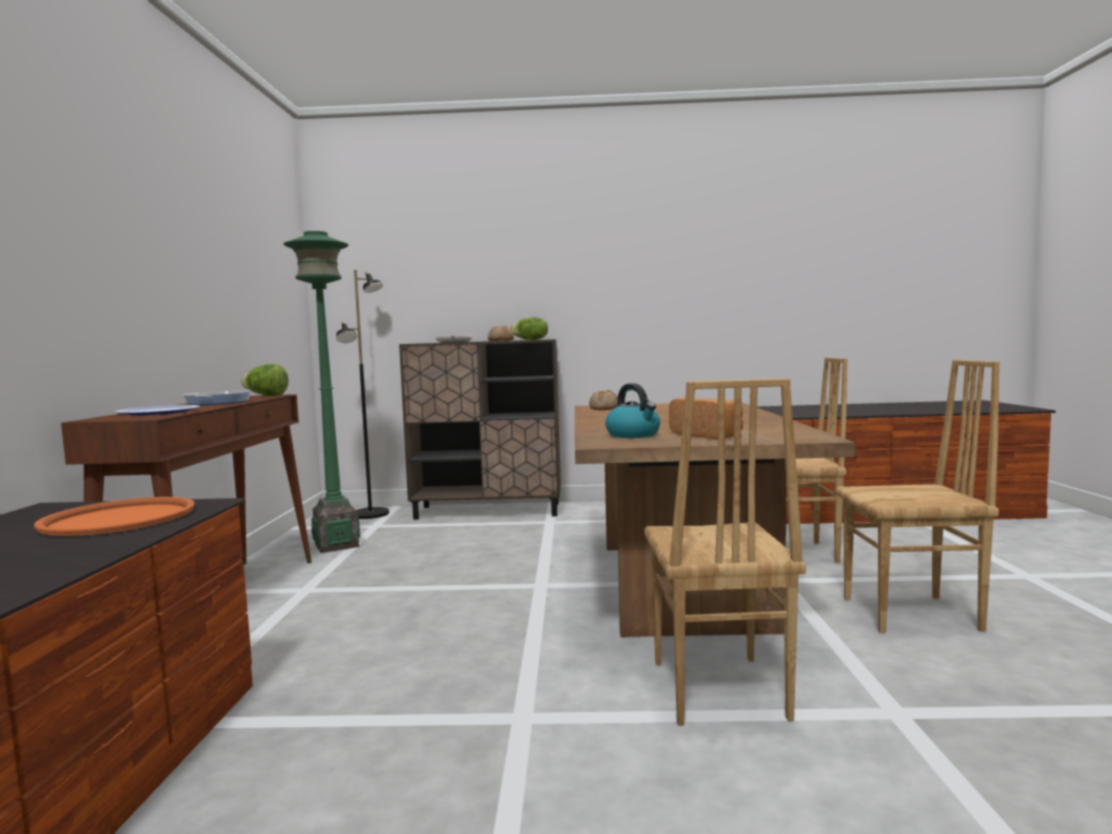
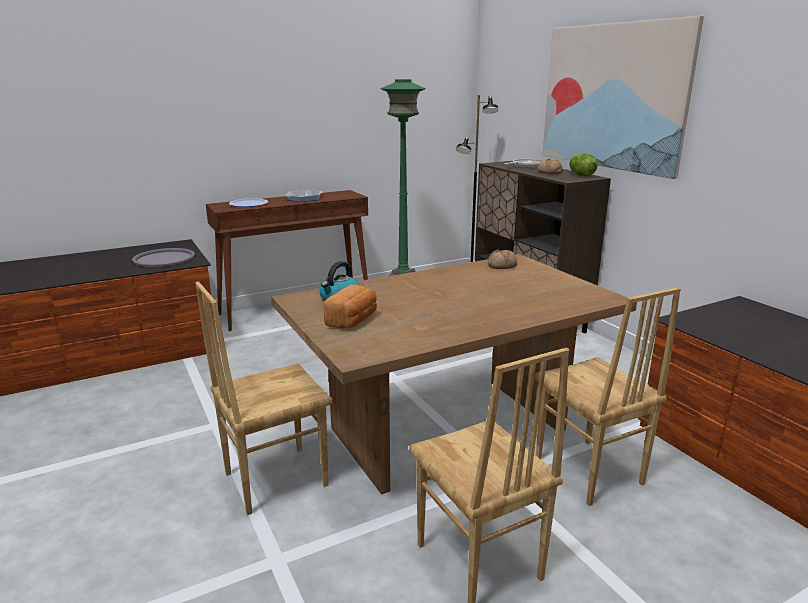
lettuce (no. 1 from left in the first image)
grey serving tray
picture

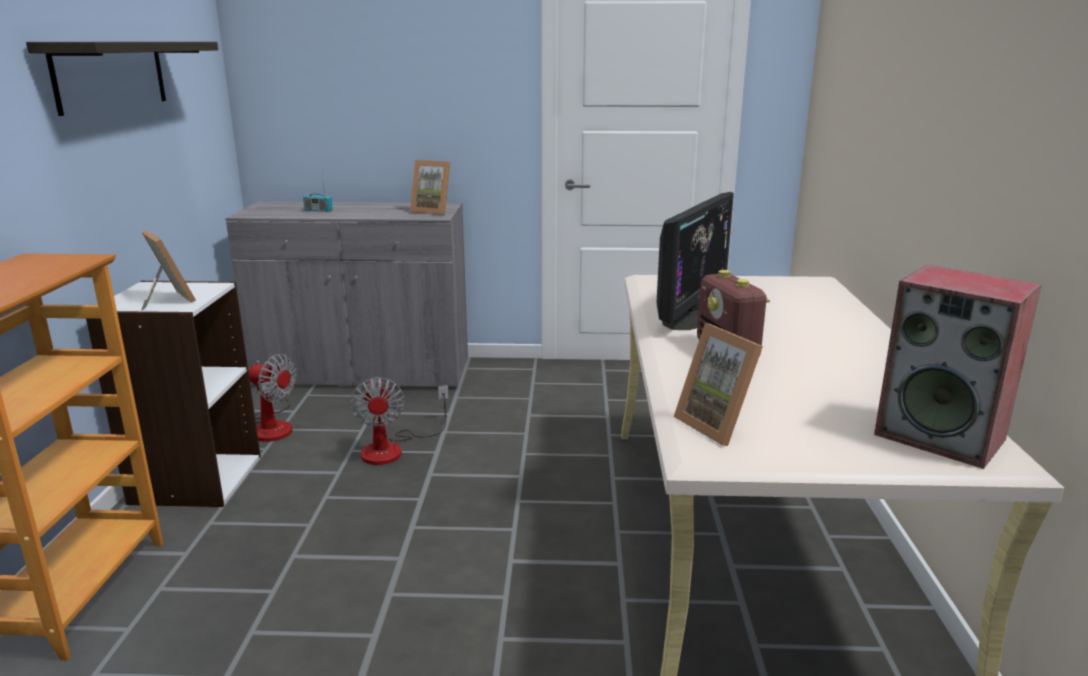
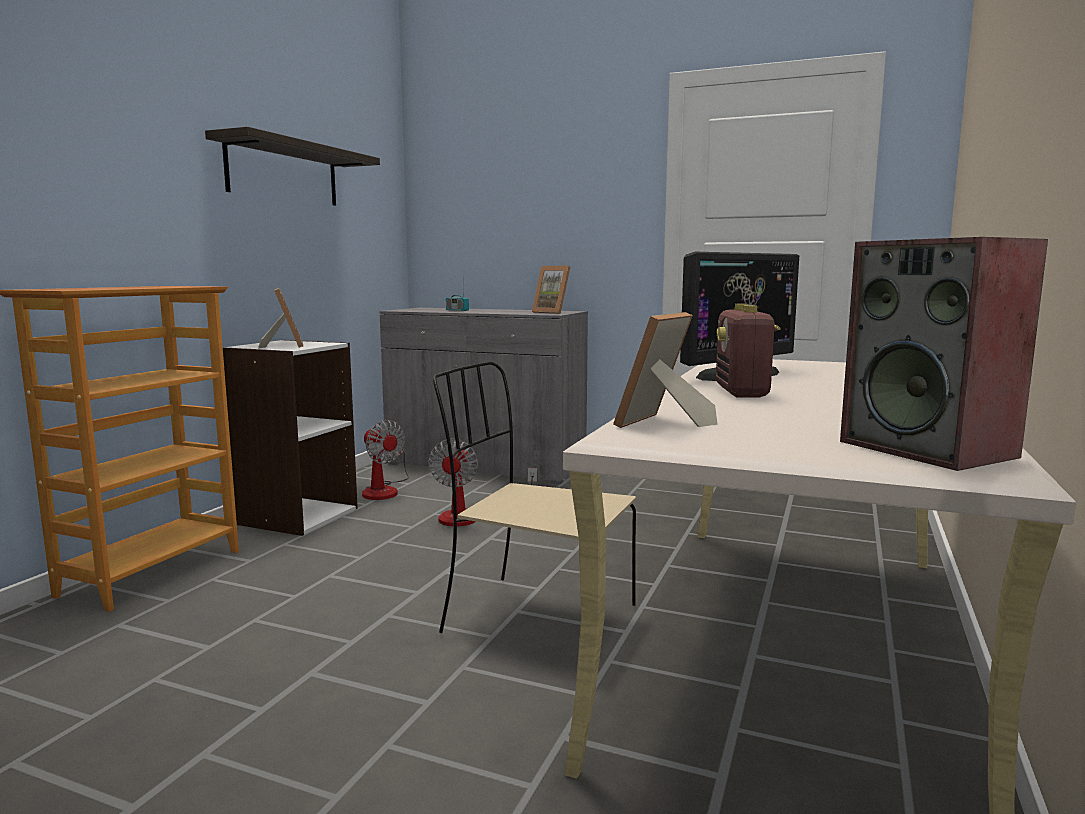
standing frame (no. 3 from left)
sand-coloured chair

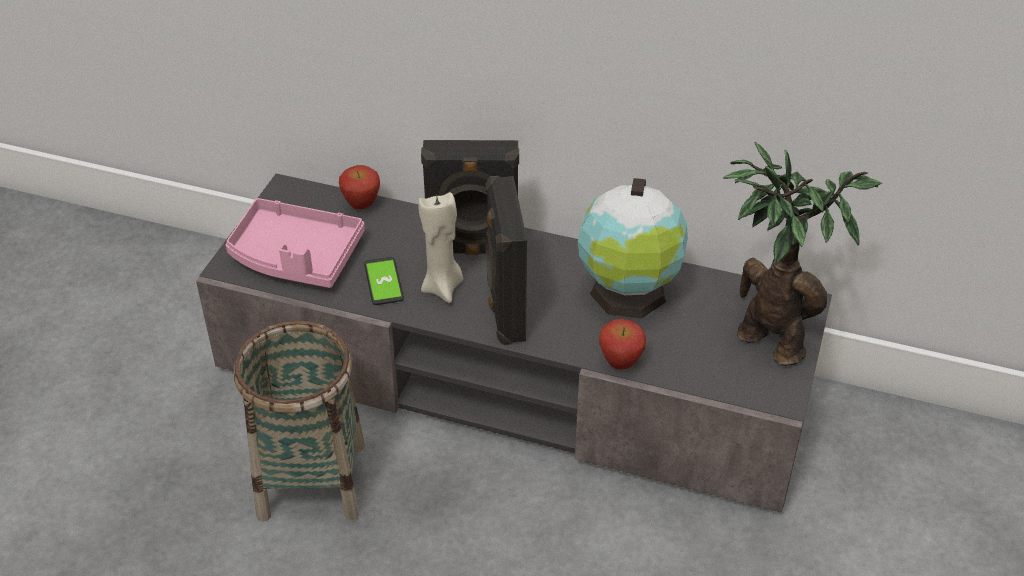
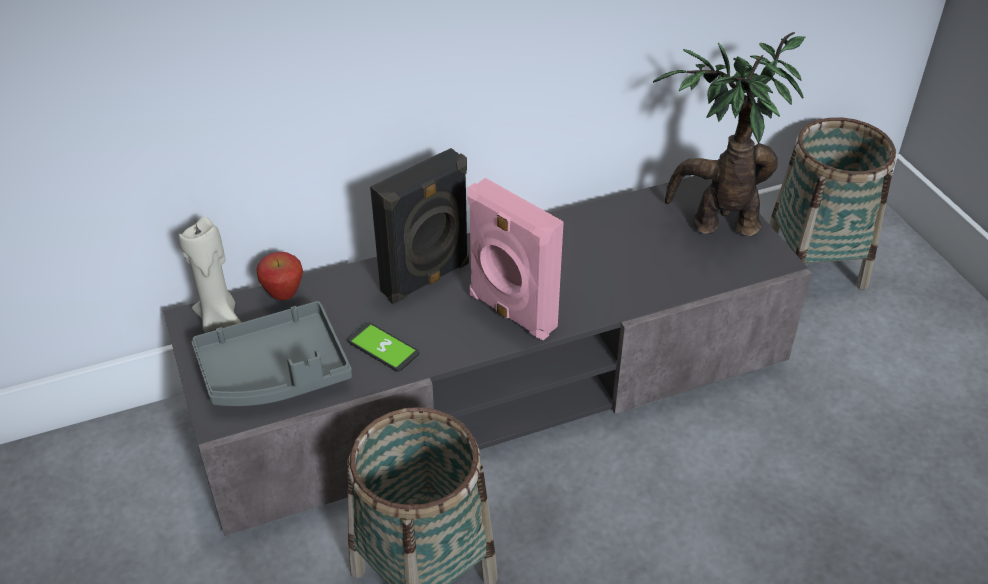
pink-coloured audio speaker
globe
sand-coloured wax candle
grey serving tray
apple (no. 2 from left in the first image)
storage basket (no. 2 from left)

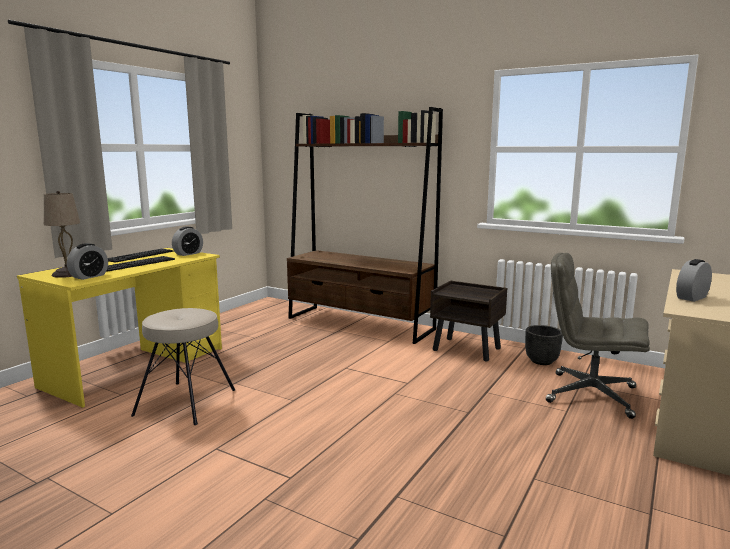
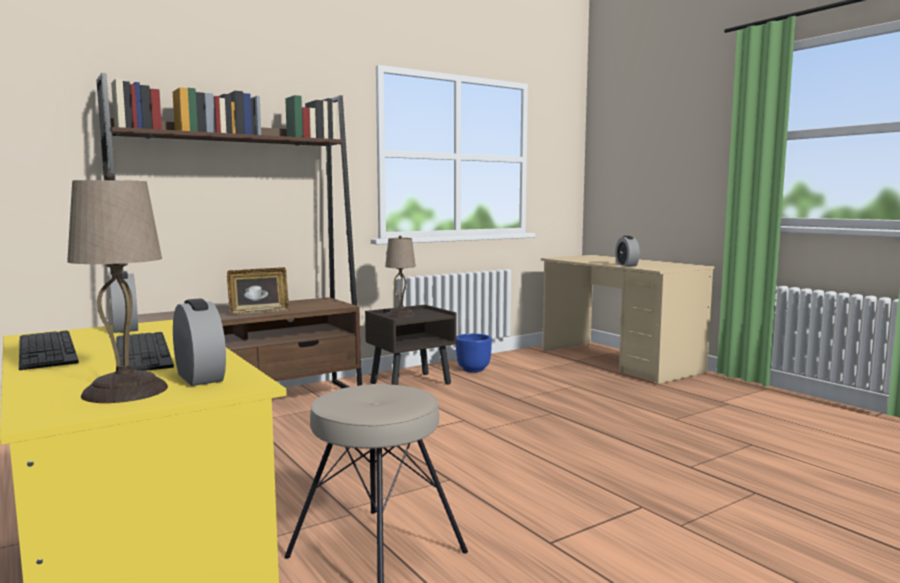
grey desk chair
blue flower pot
sand-coloured tabletop lamp (no. 2 from left)
standing frame

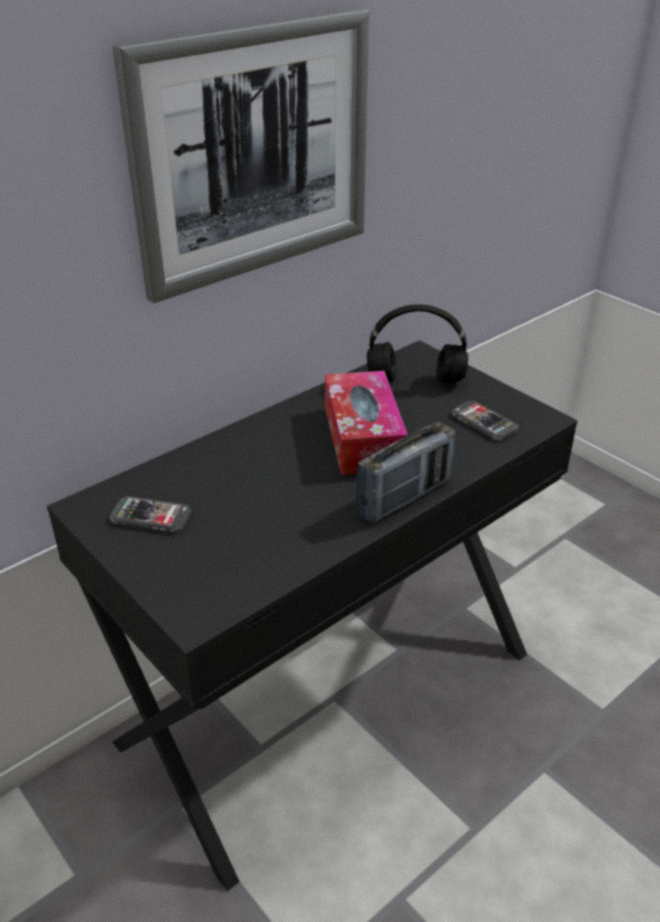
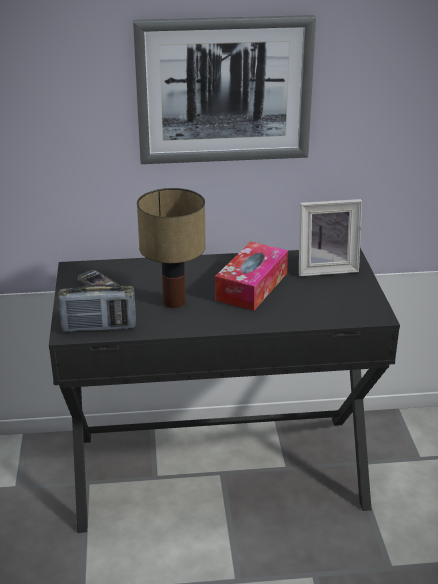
standing frame
telephone (no. 2 from left in the first image)
radio
tabletop lamp

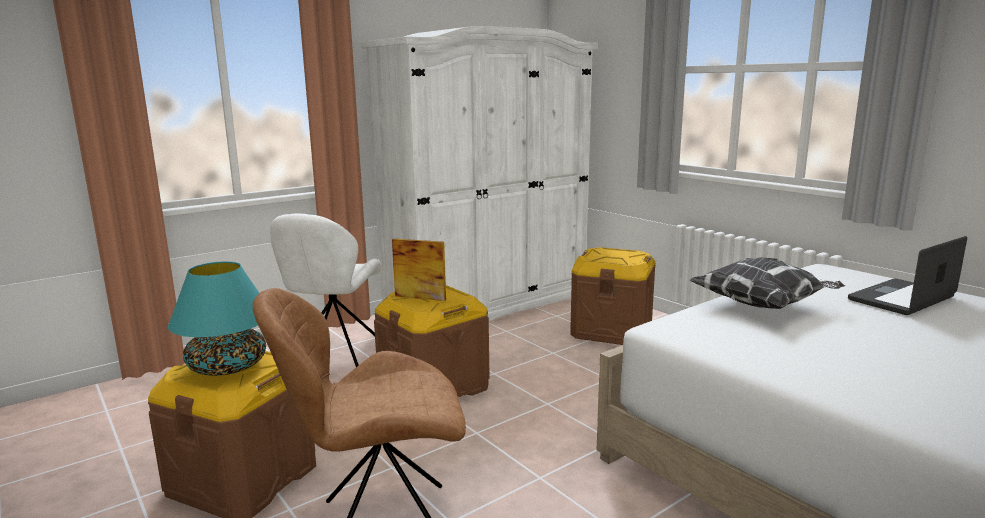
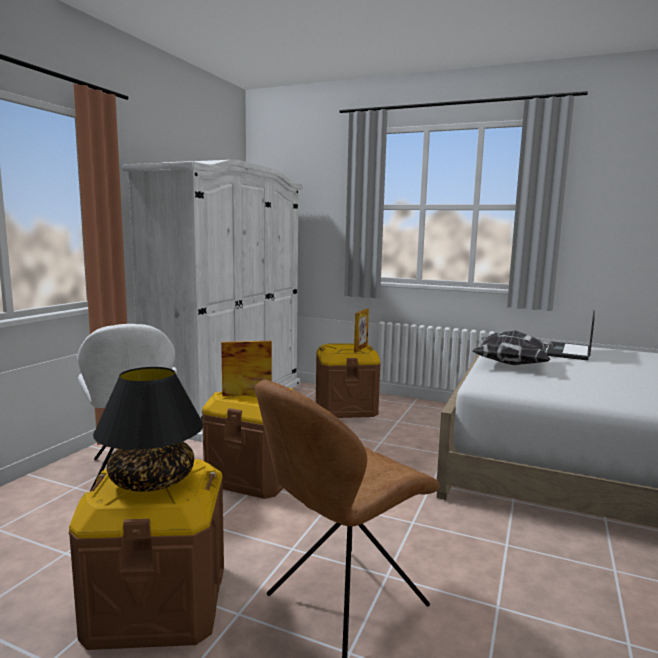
blackish tabletop lamp
standing frame (no. 2 from left)

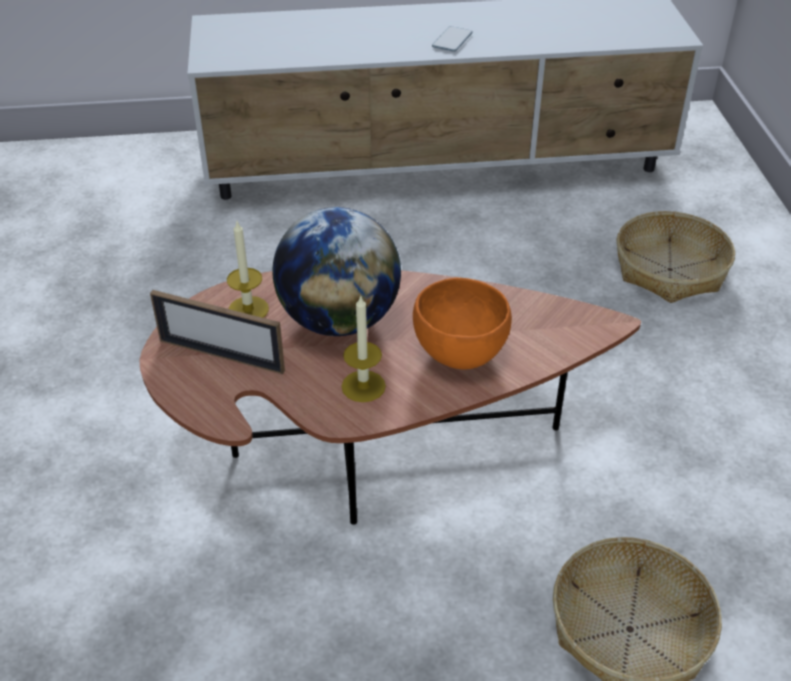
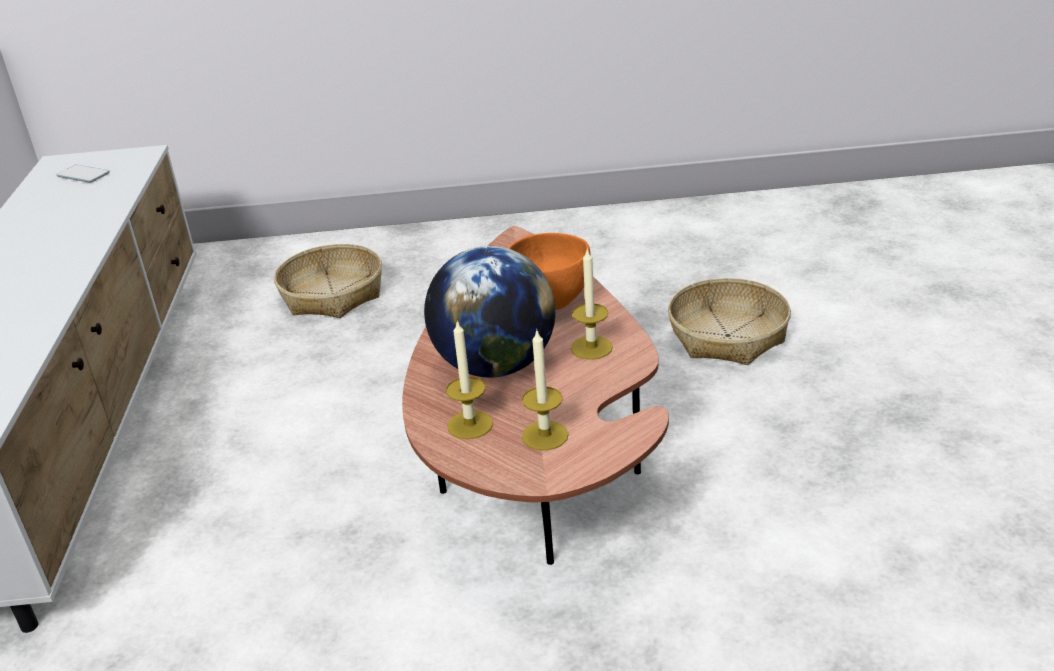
telephone
wax candle (no. 2 from left)

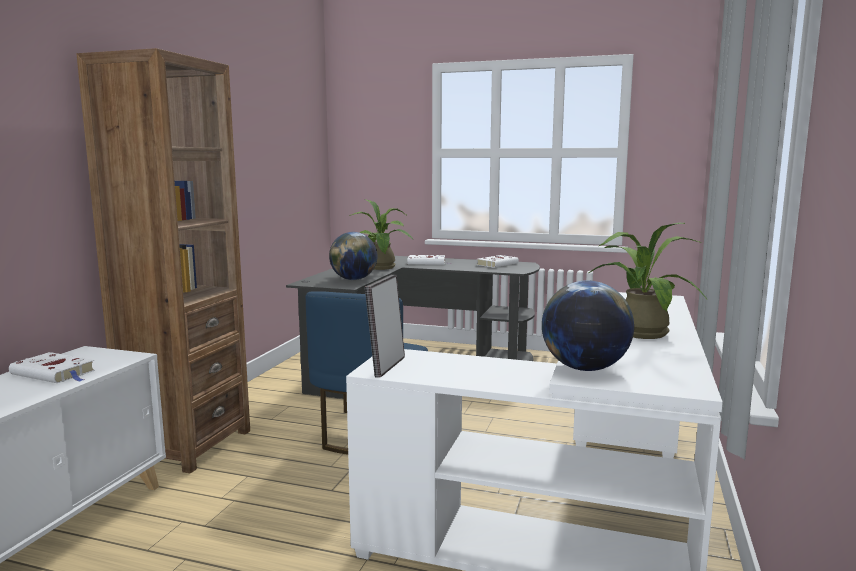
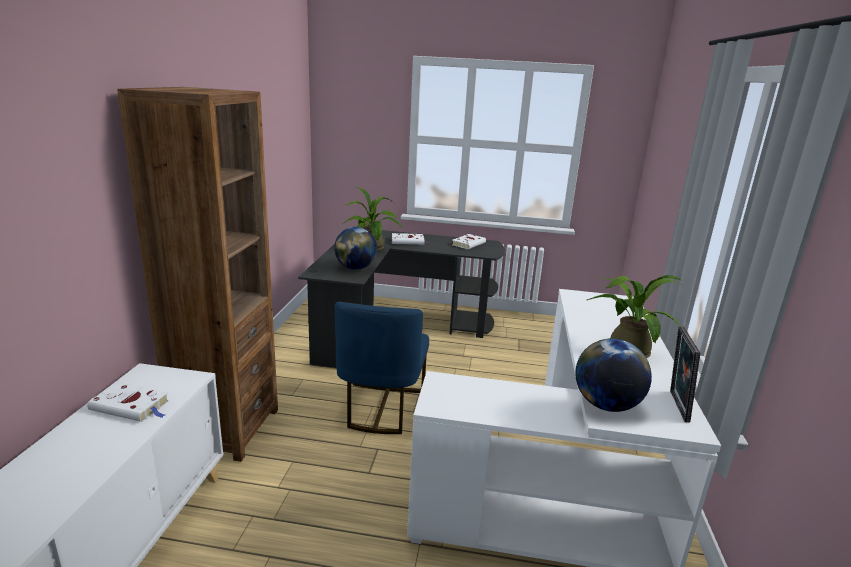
standing frame

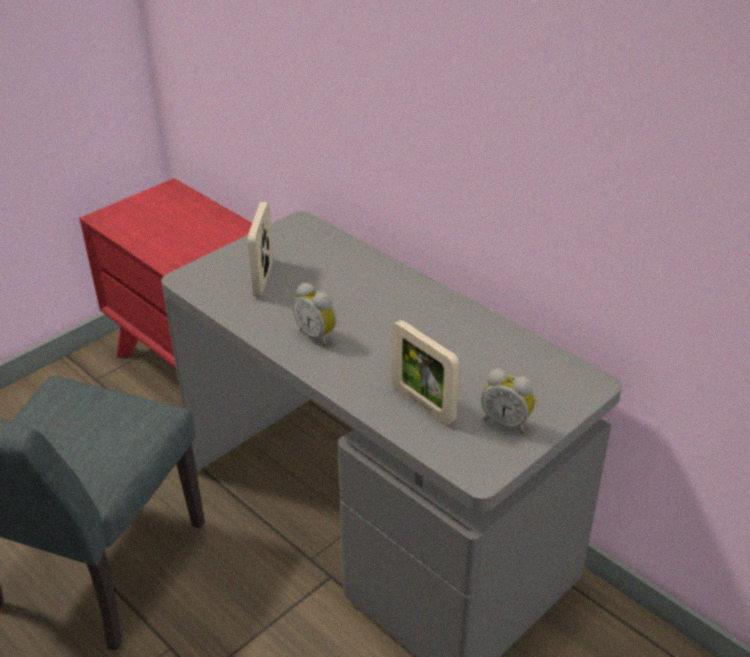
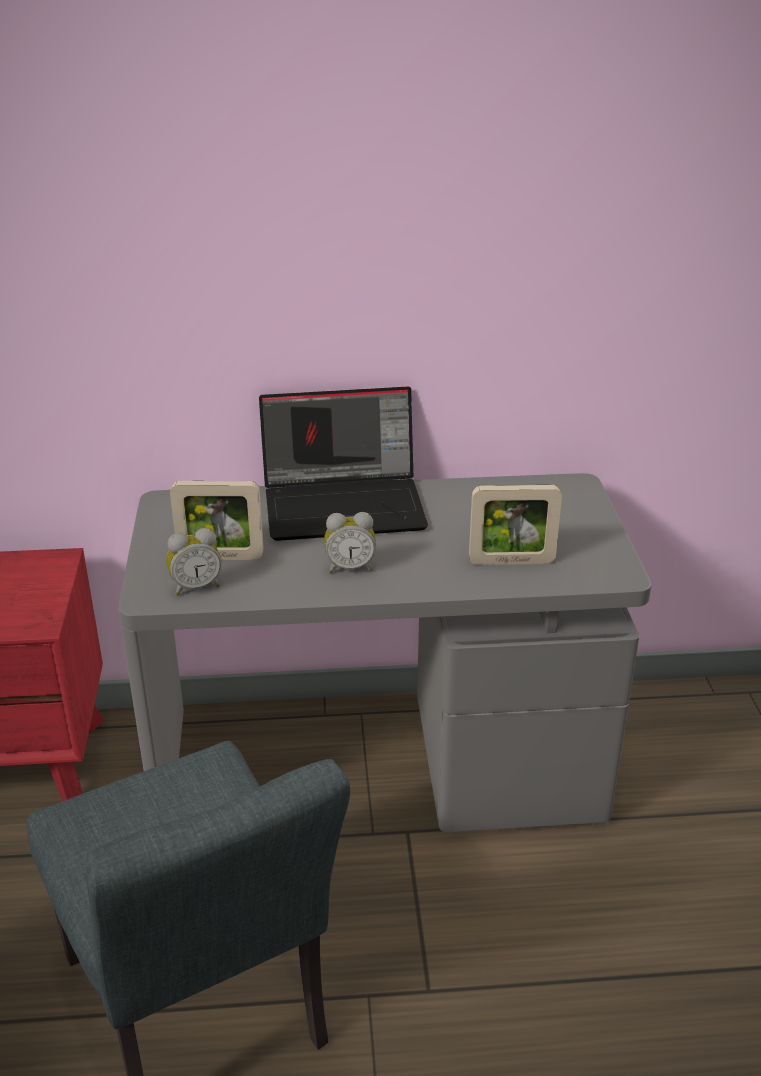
standing frame (no. 1 from left)
bedside clock (no. 1 from left)
notebook computer

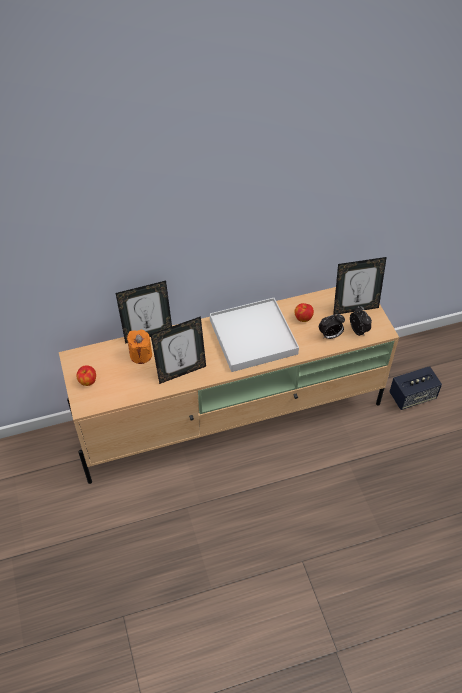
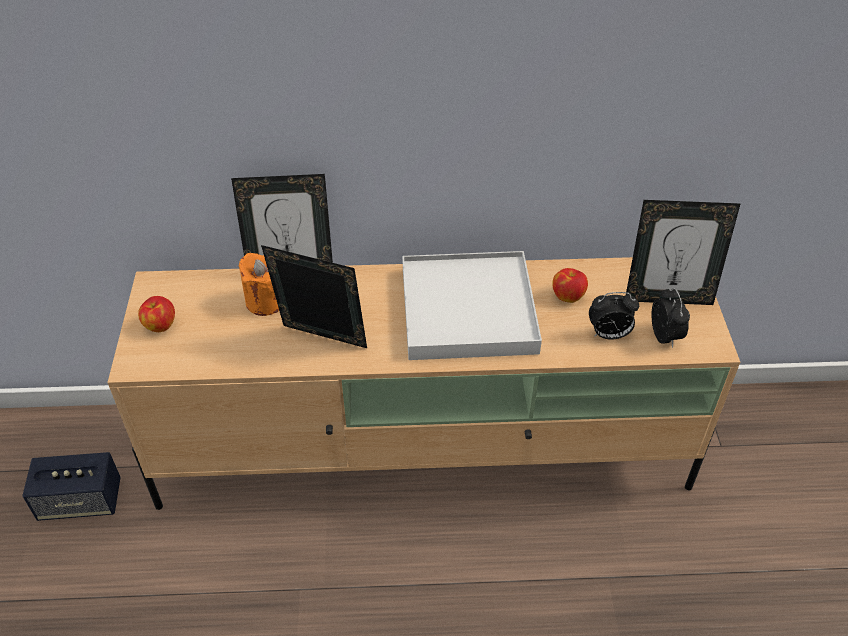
standing frame (no. 2 from left)
audio speaker

